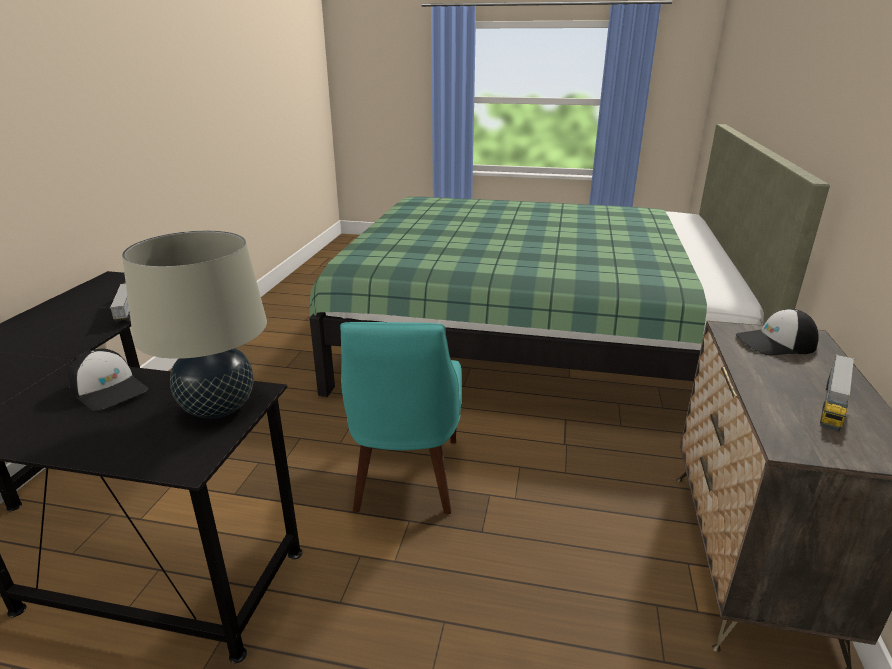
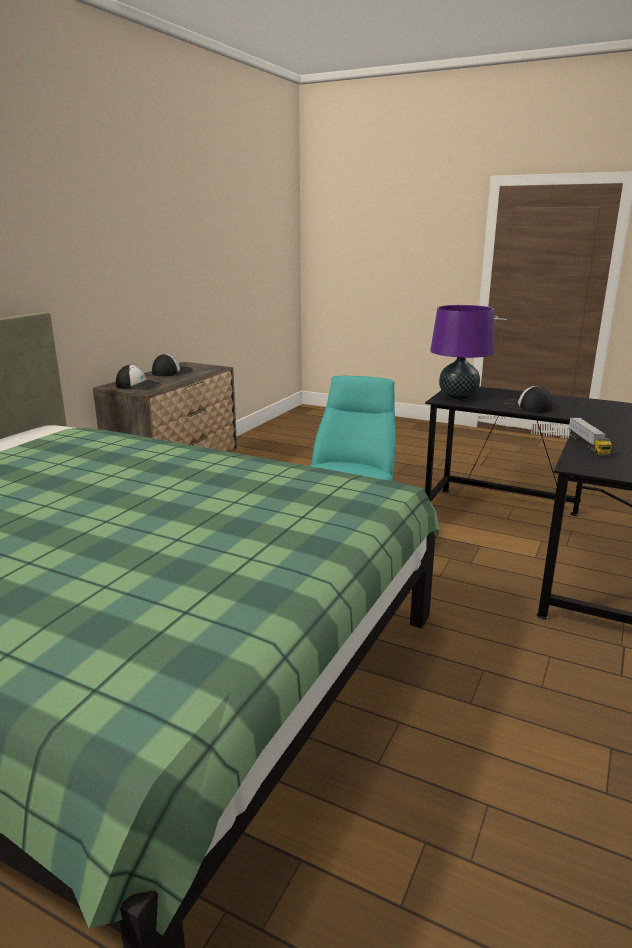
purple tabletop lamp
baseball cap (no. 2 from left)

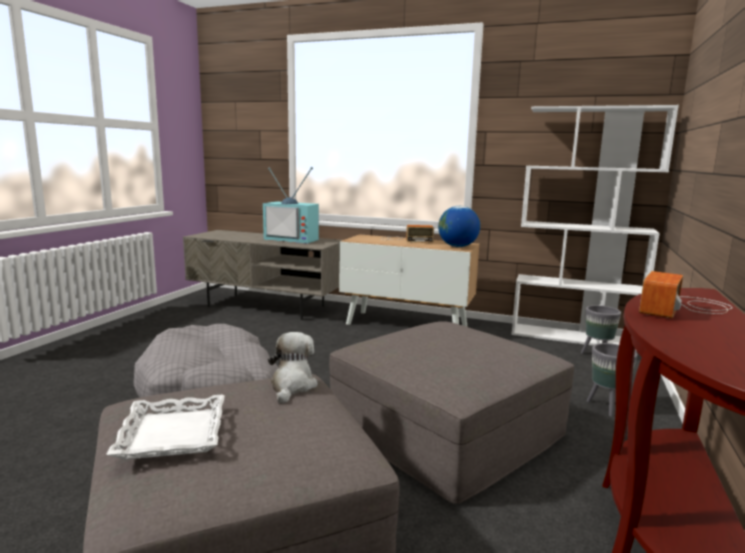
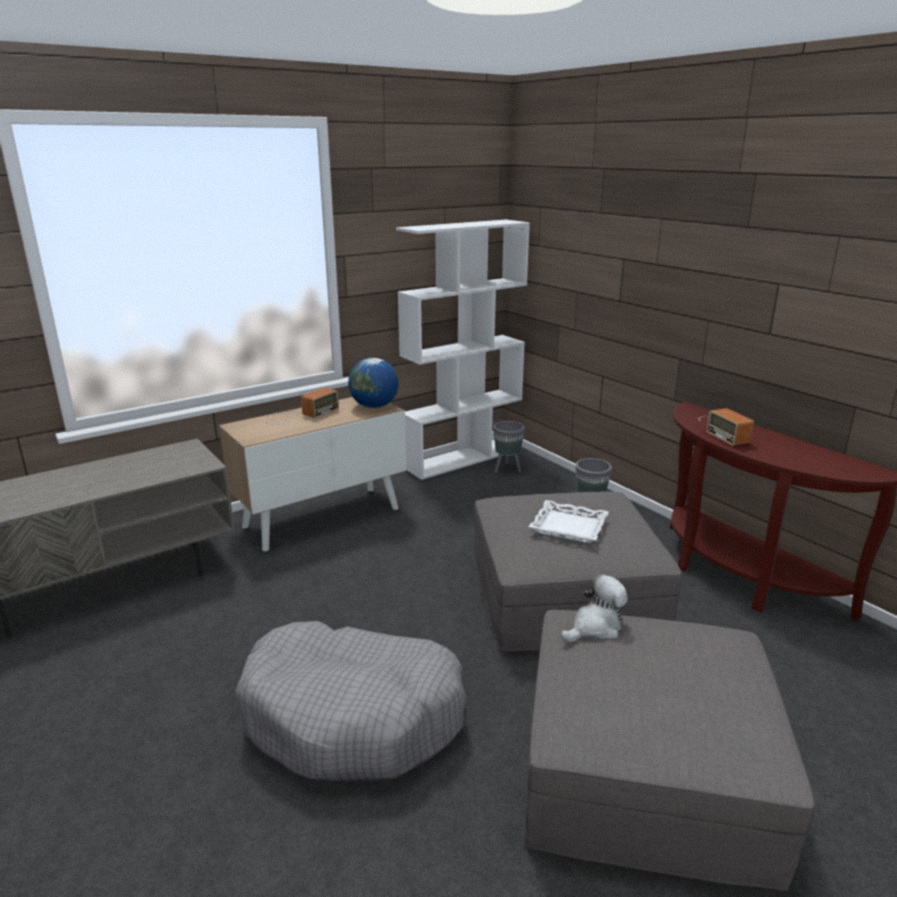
TV set
cuddly toy
whitish serving tray

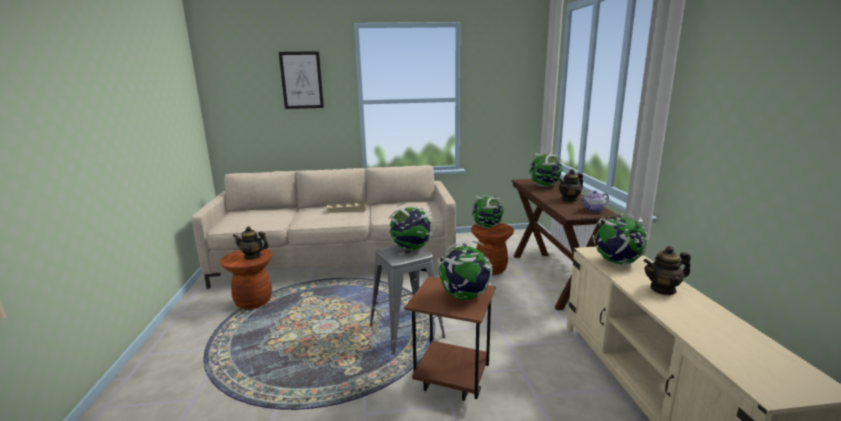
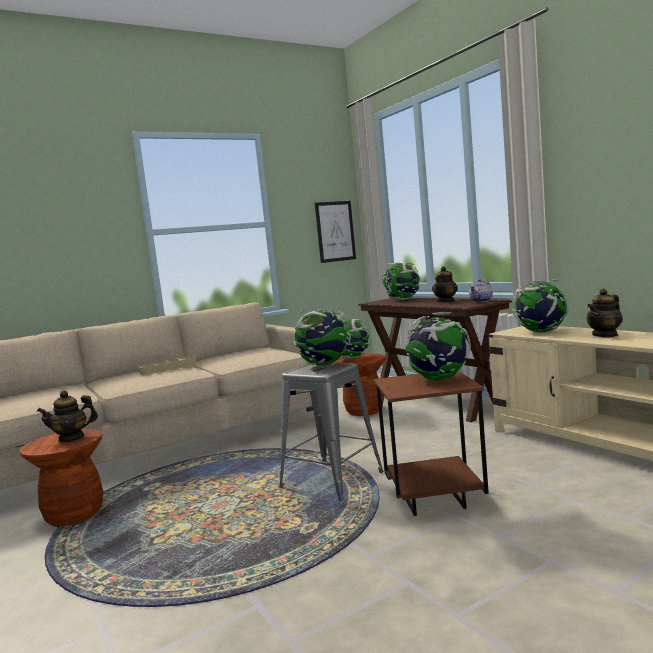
picture

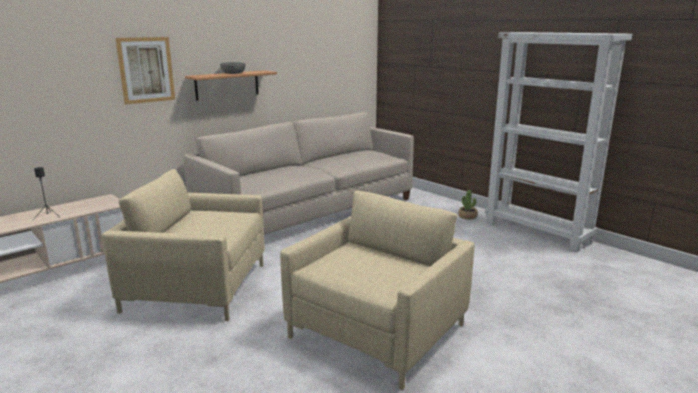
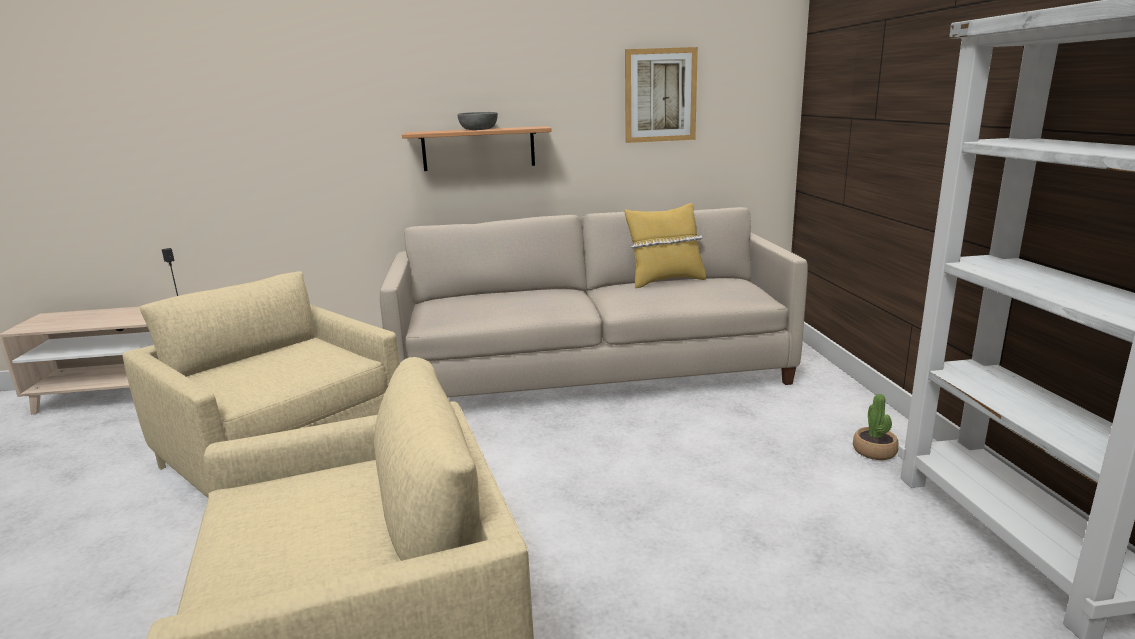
picture
yellowish cushion

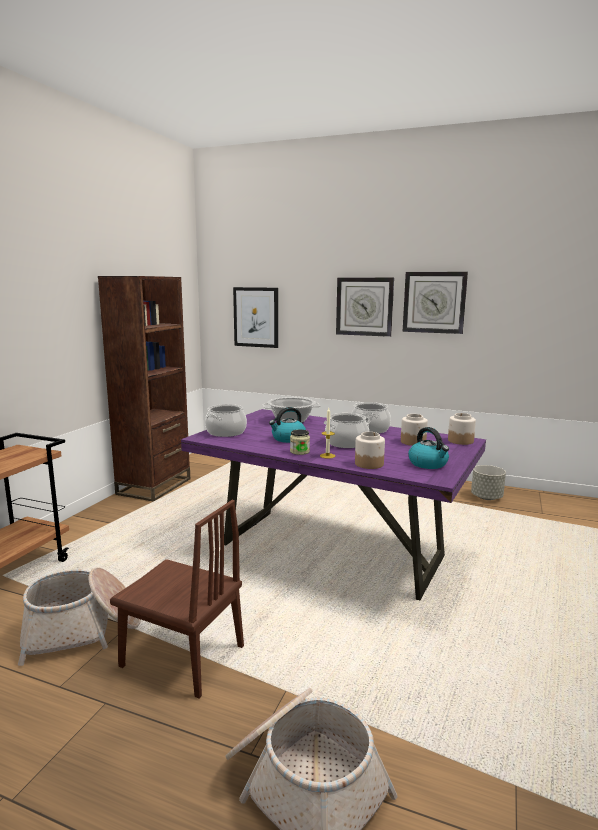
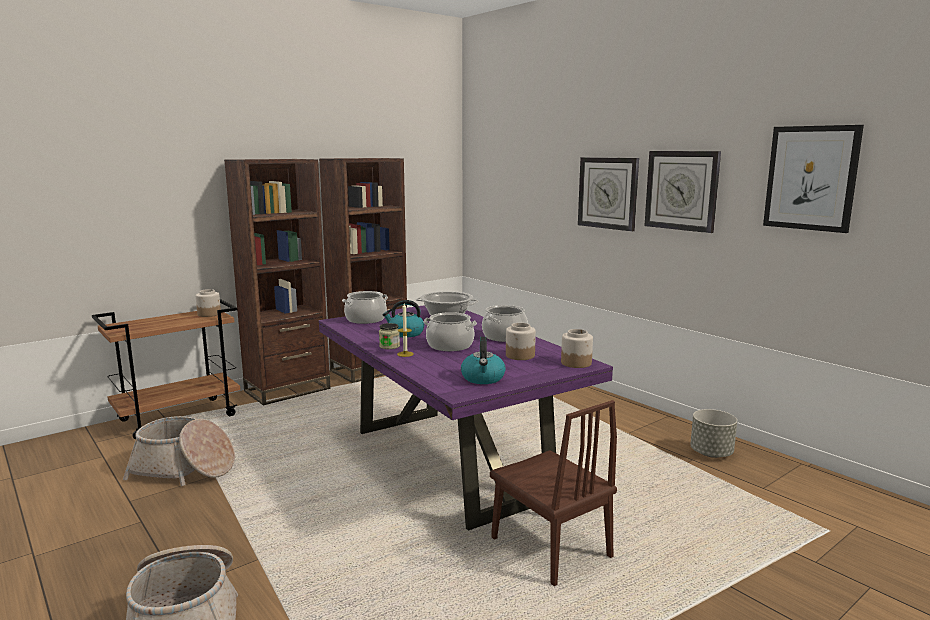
picture
storage jar (no. 1 from left)
brownish chair
brownish shelving unit (no. 1 from left)

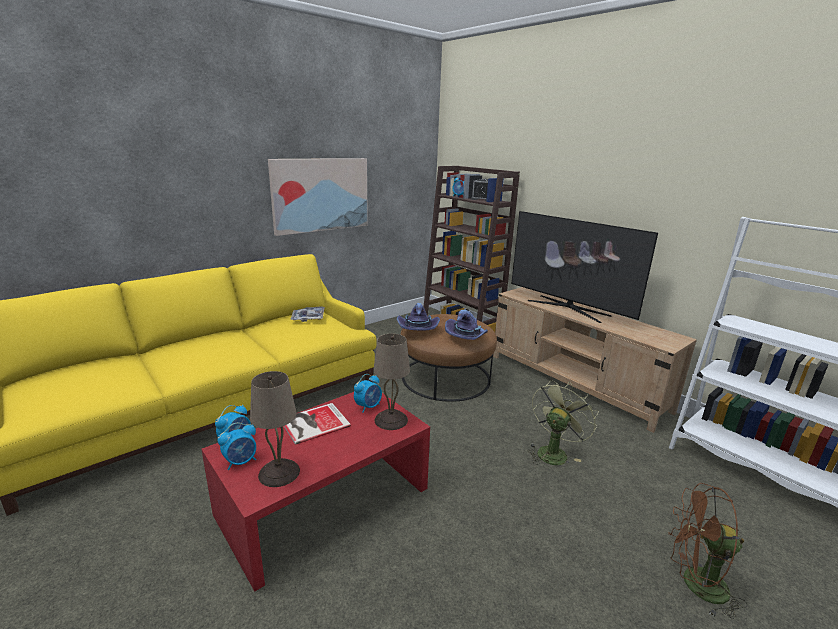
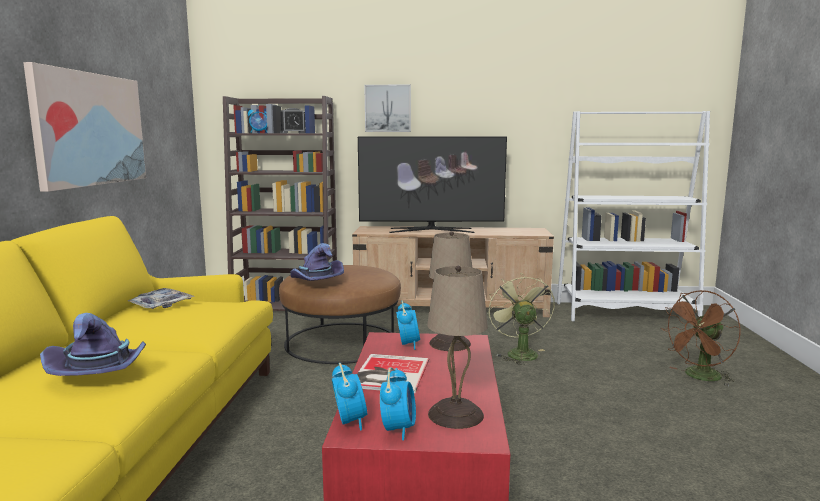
purple hat (no. 1 from left)
picture (no. 2 from left)

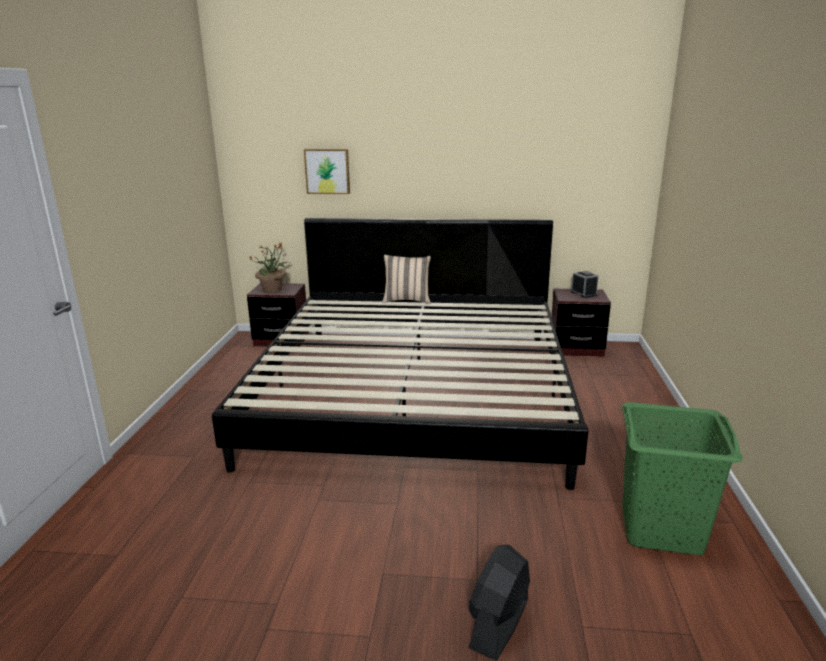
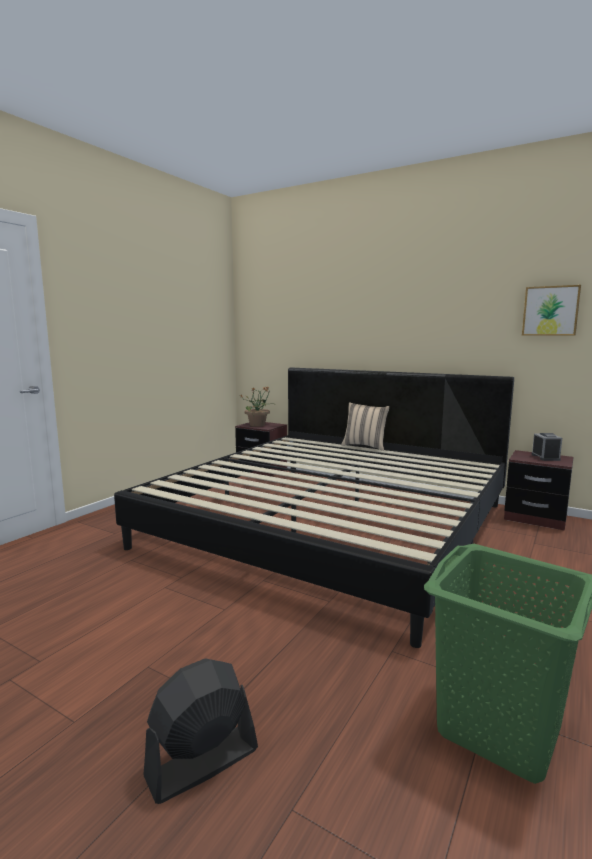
picture

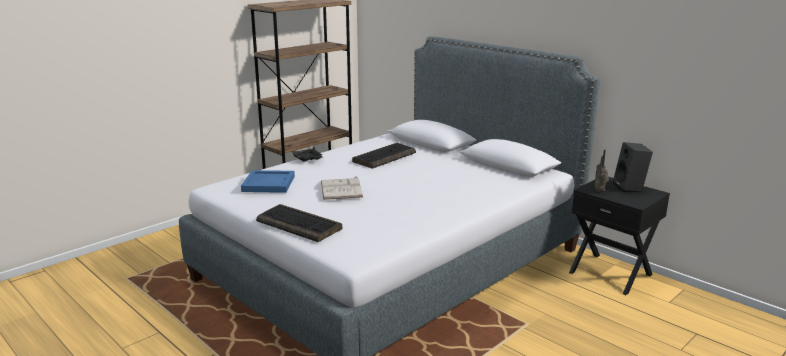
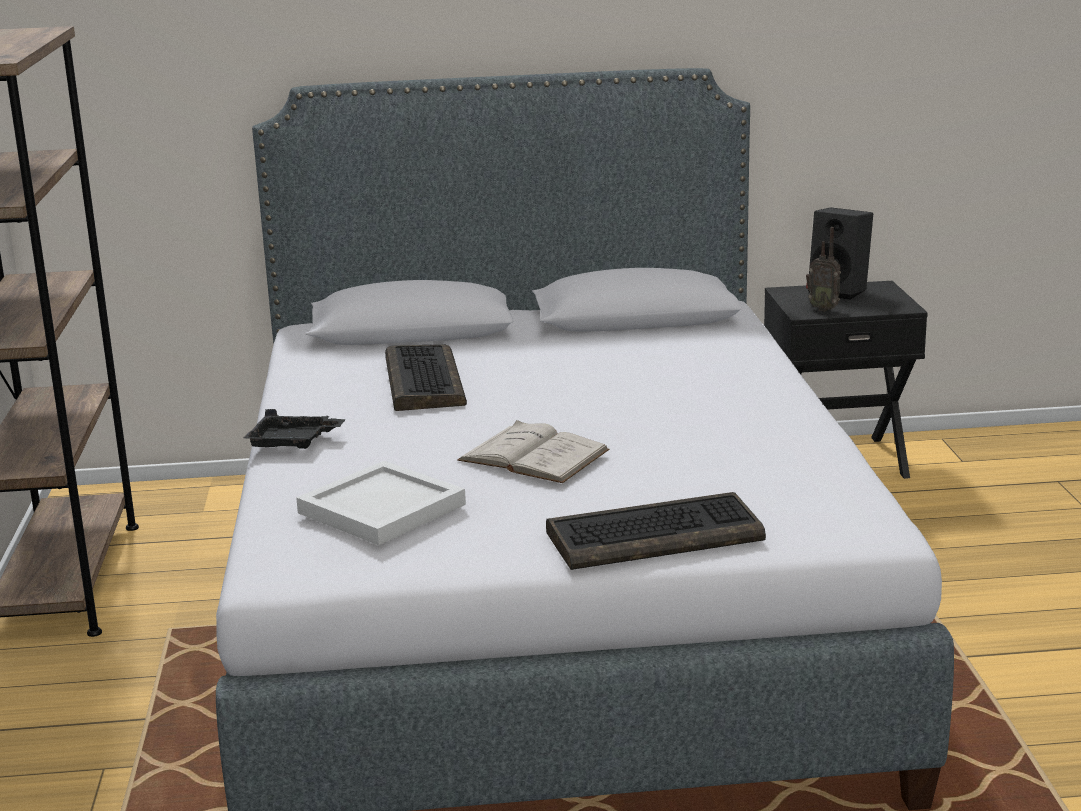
whitish serving tray

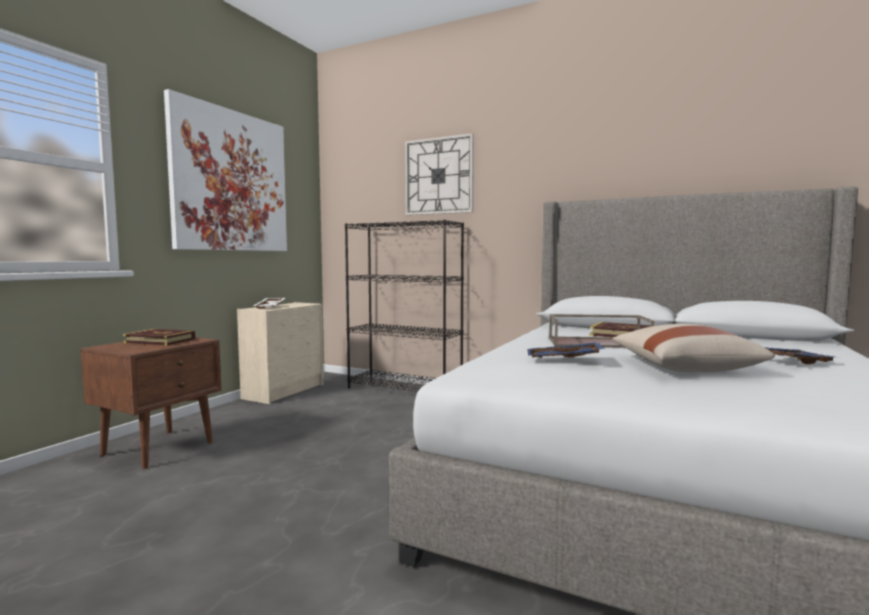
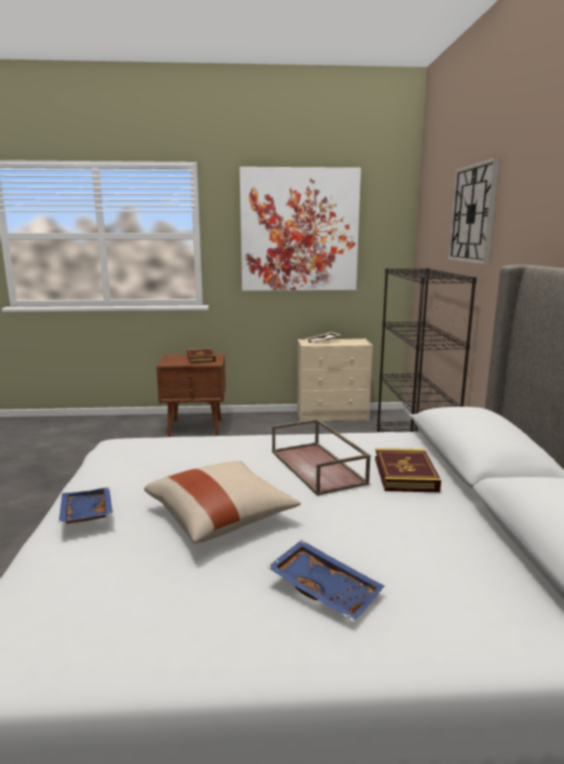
blue serving tray (no. 1 from left)

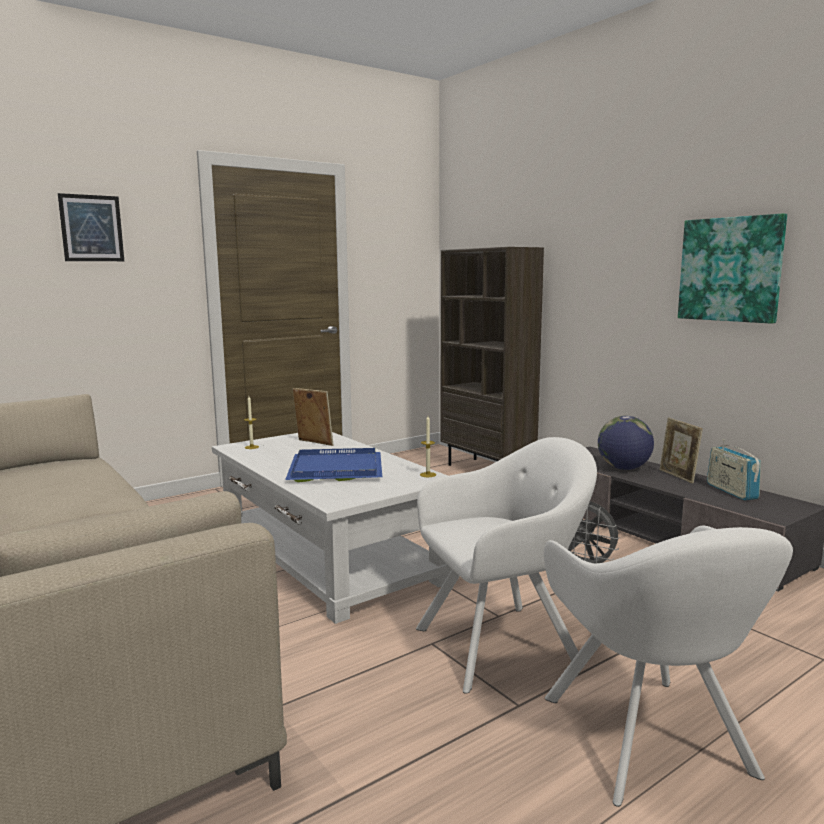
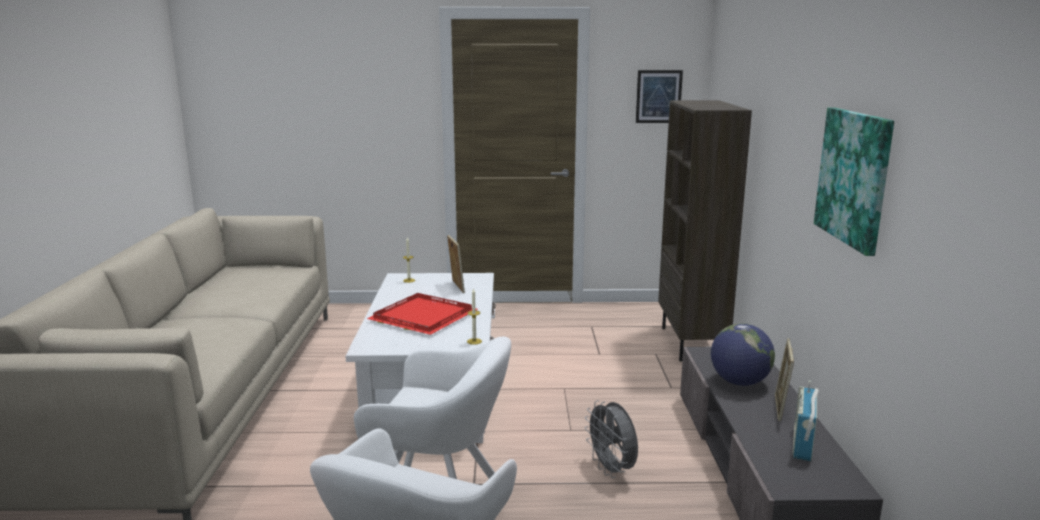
picture (no. 1 from left)
red-coloured serving tray

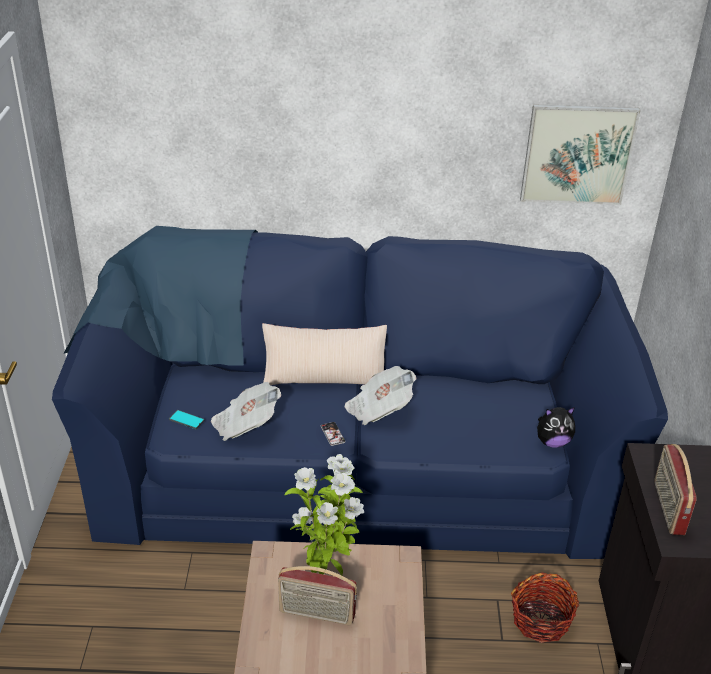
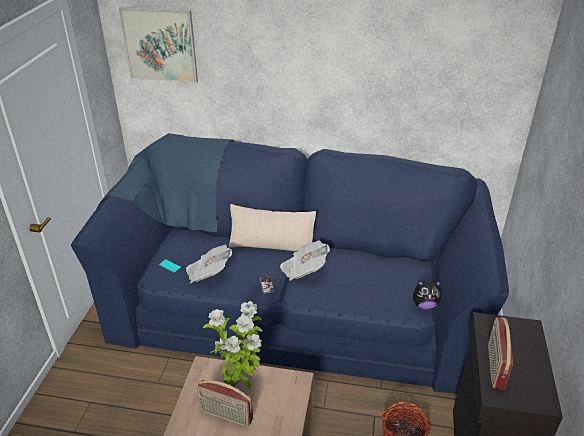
picture

